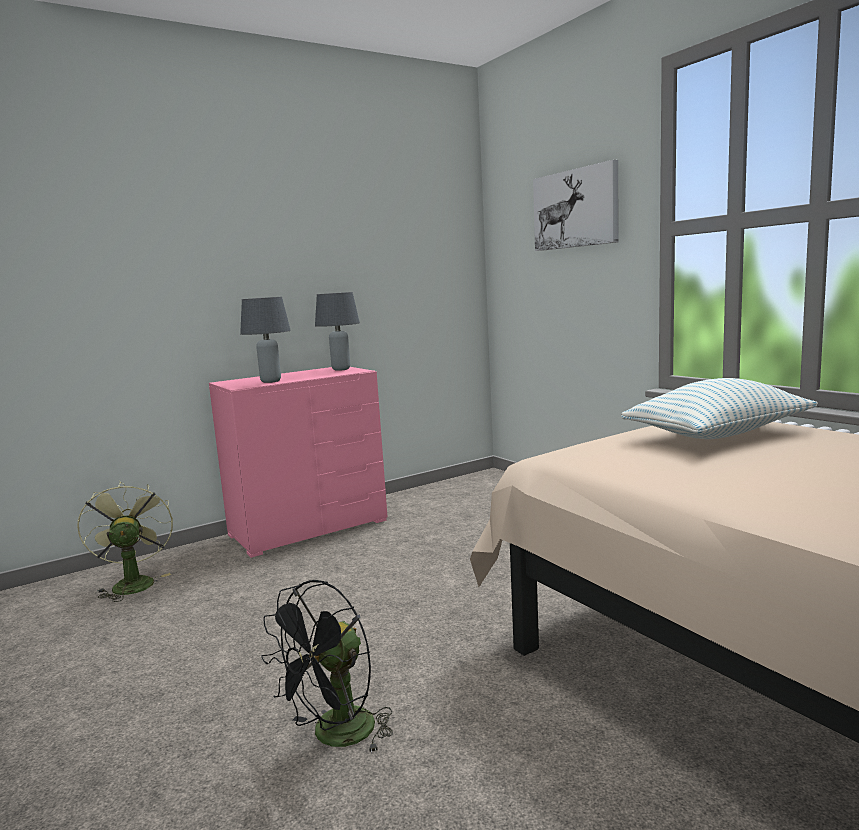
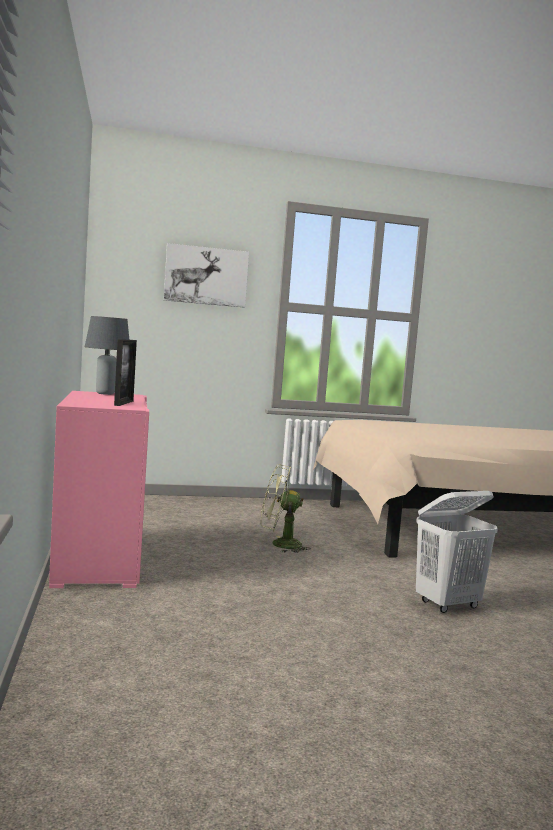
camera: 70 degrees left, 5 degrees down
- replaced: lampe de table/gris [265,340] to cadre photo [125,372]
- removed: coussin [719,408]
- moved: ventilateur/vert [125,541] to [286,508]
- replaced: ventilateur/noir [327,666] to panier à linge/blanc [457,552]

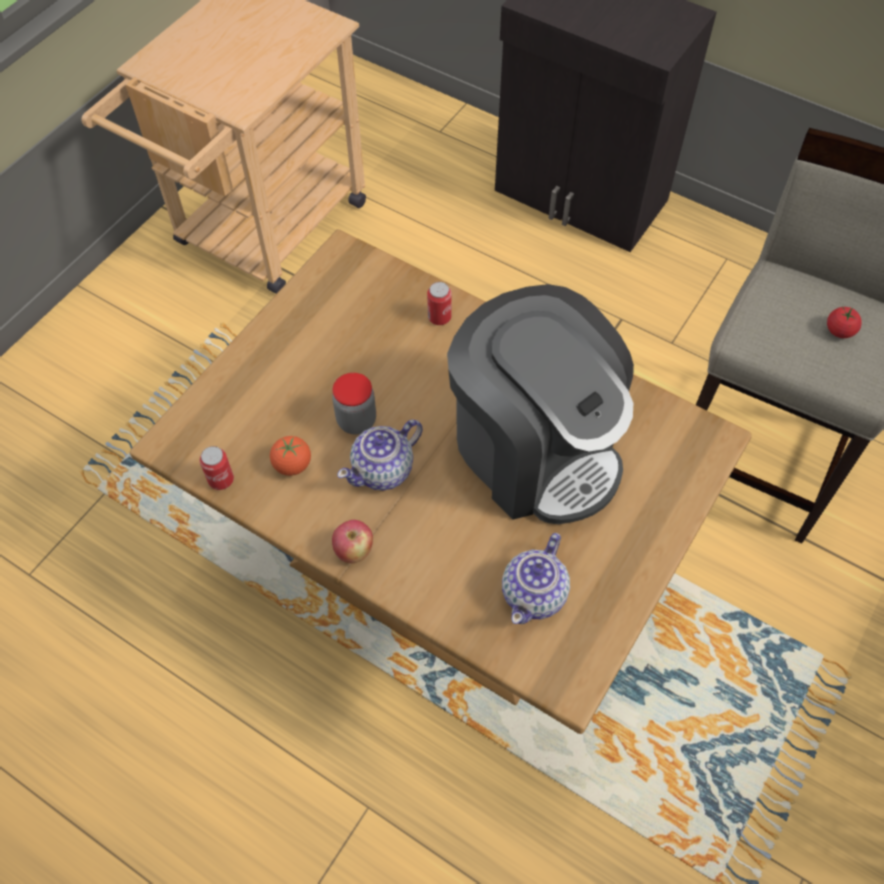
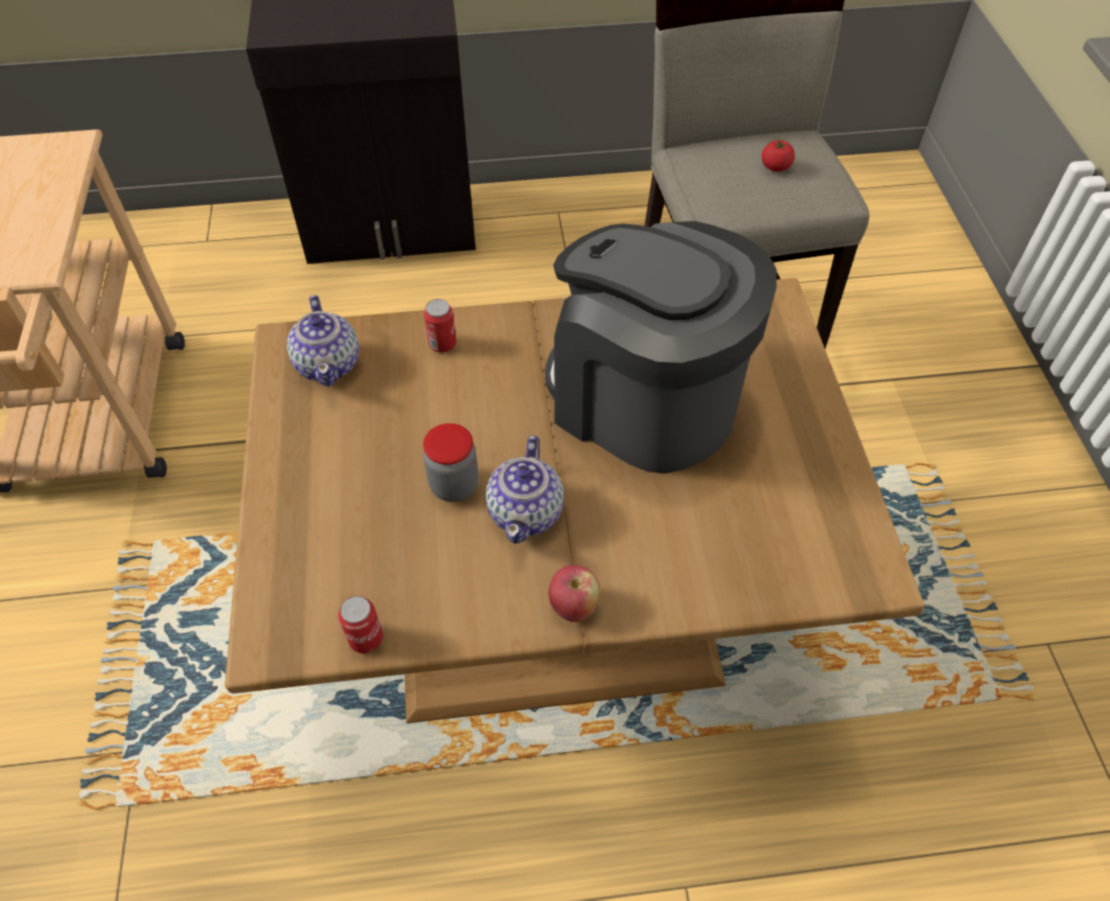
camera: 40 degrees left, 5 degrees down
- turned: machine à café [540,404] = [661,347] 150 degrees counterclockwise
- removed: tomate [290,456]
- moved: théière [536,578] to [323,340]

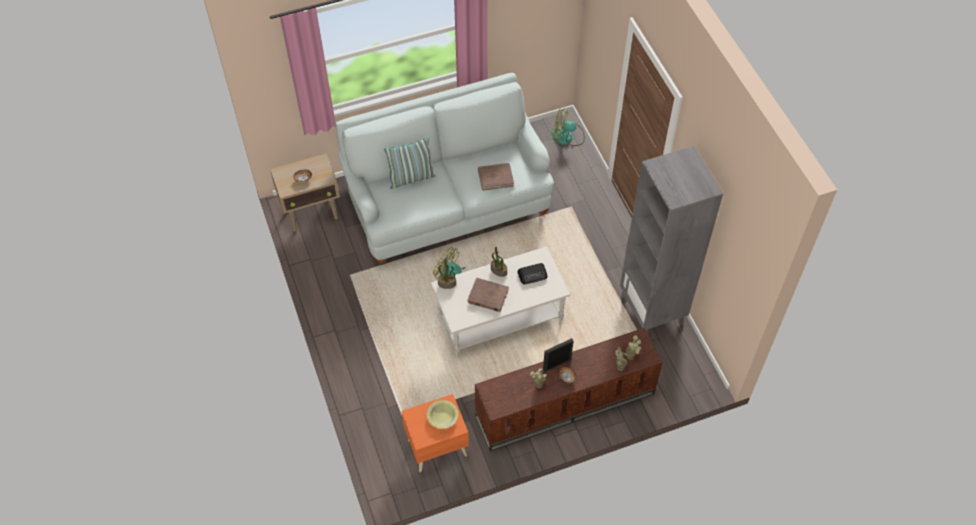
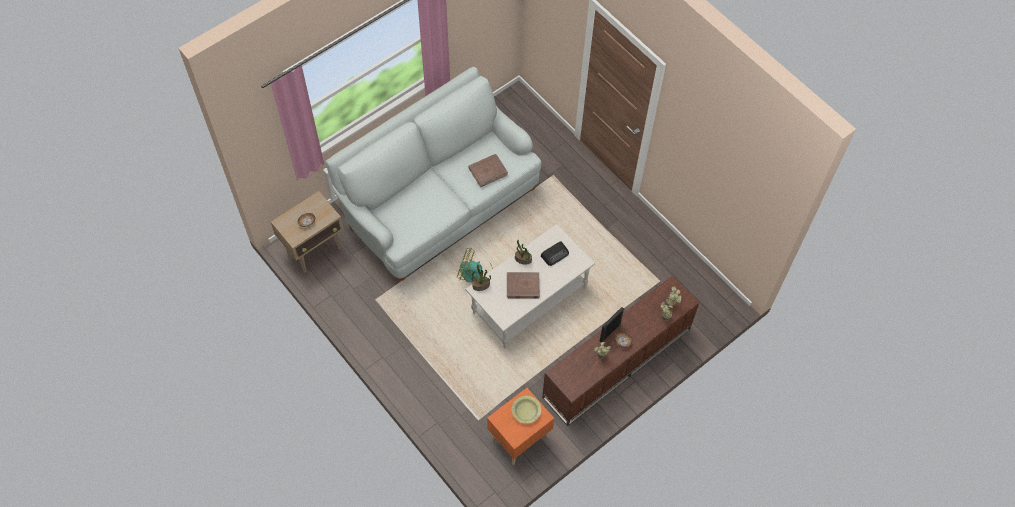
camera: 20 degrees left, 5 degrees up
- removed: ventilateur [568,126]
- removed: coussin [410,163]
- removed: bibliothèque/gris [671,239]

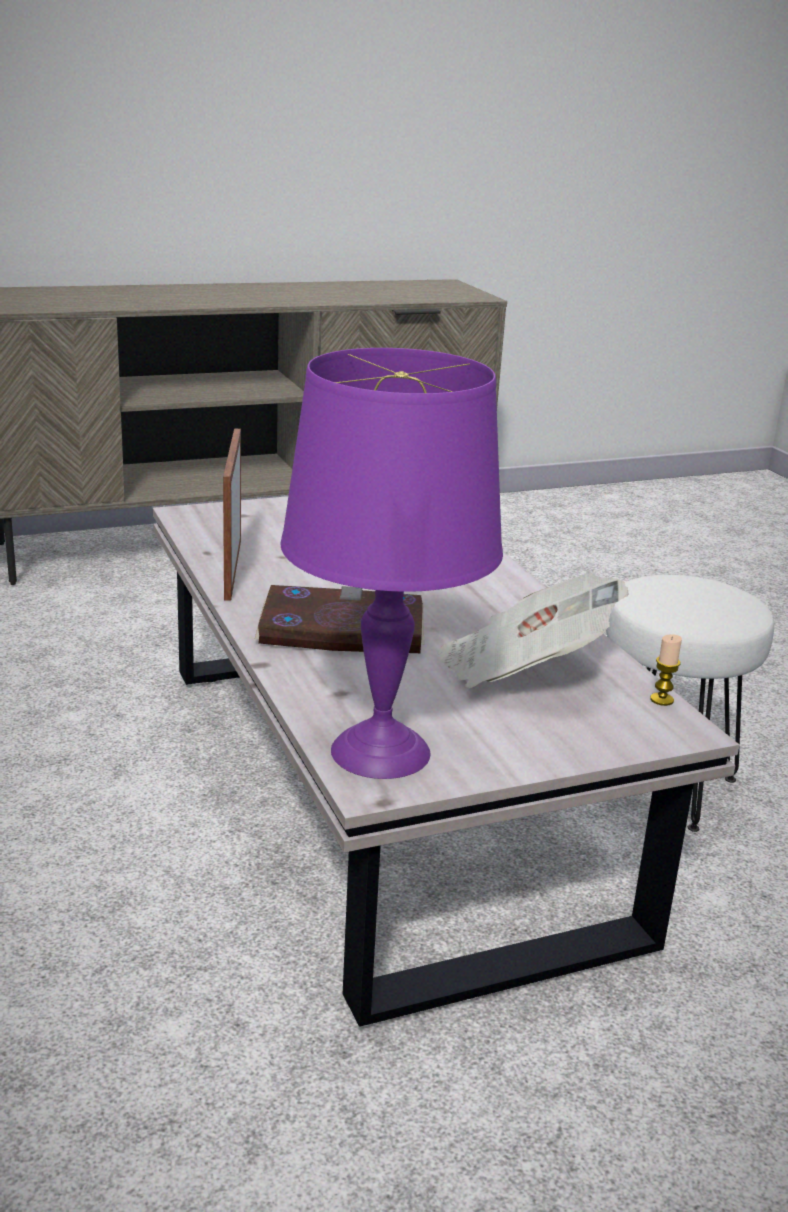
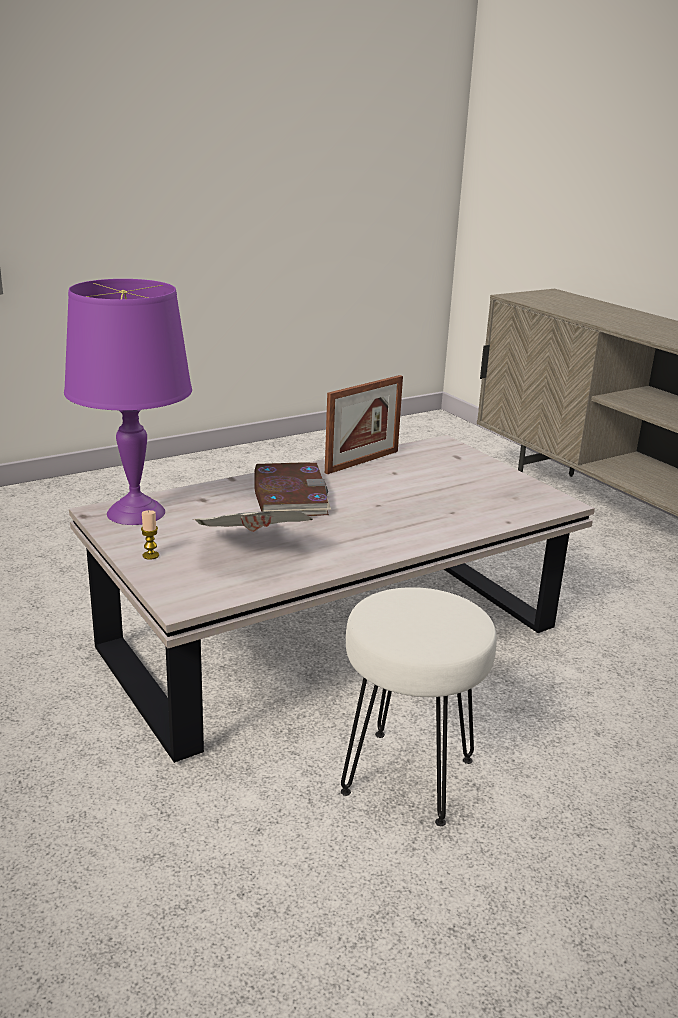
camera: 80 degrees right, 0 degrees up
- turned: cadre photo [232,515] = [364,424] 150 degrees clockwise
- moved: bougie [666,670] to [150,535]

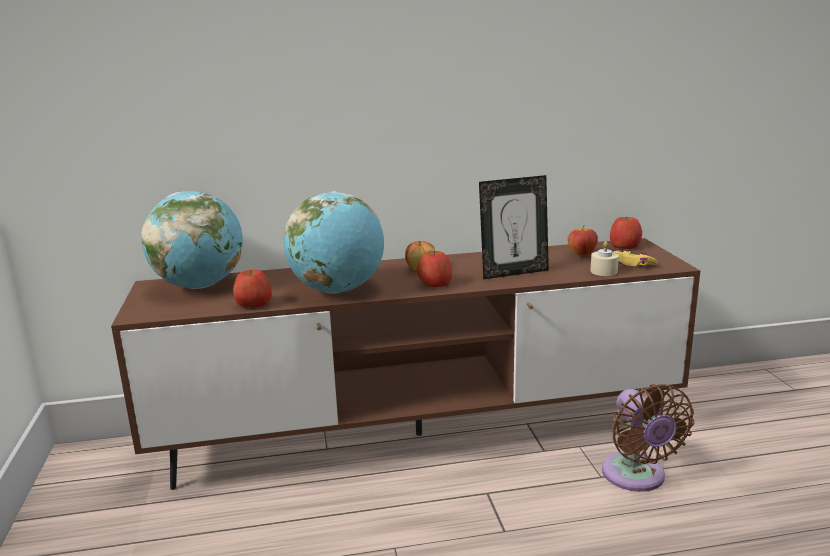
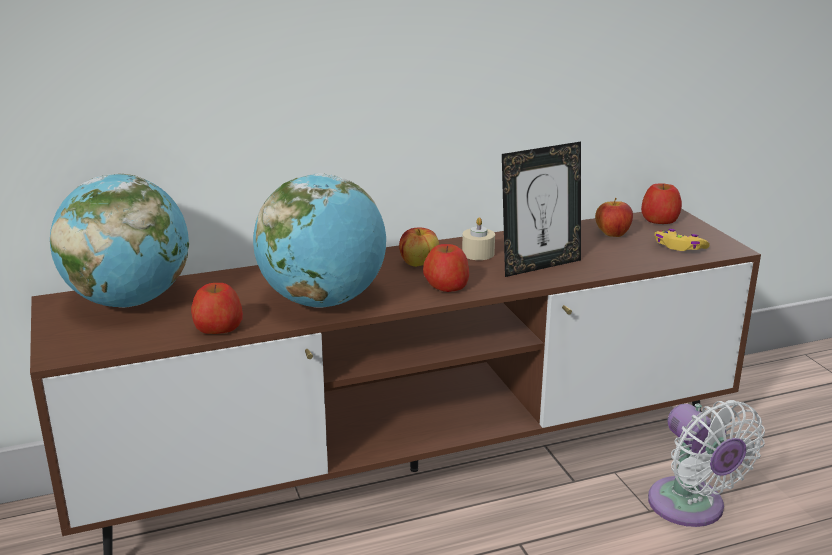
camera: 10 degrees left, 5 degrees up
- moved: bougie/beige [604,258] to [478,238]
- recoloured: ventilateur/marron [648,438] to ventilateur/blanc [706,463]

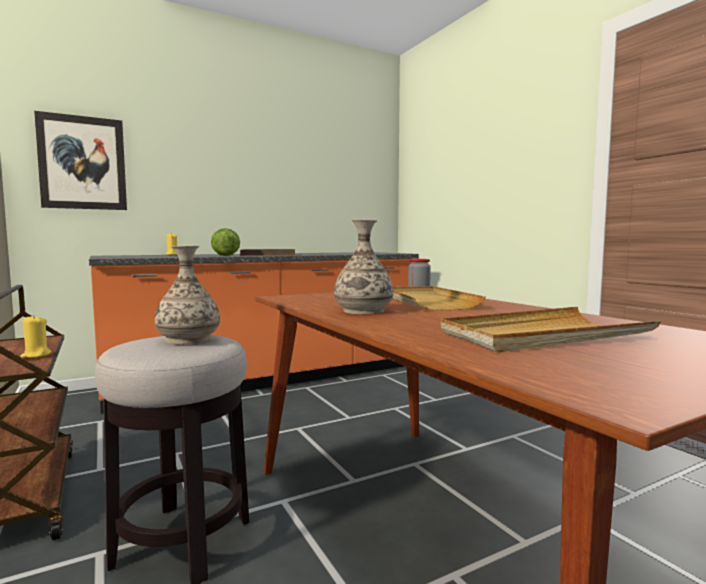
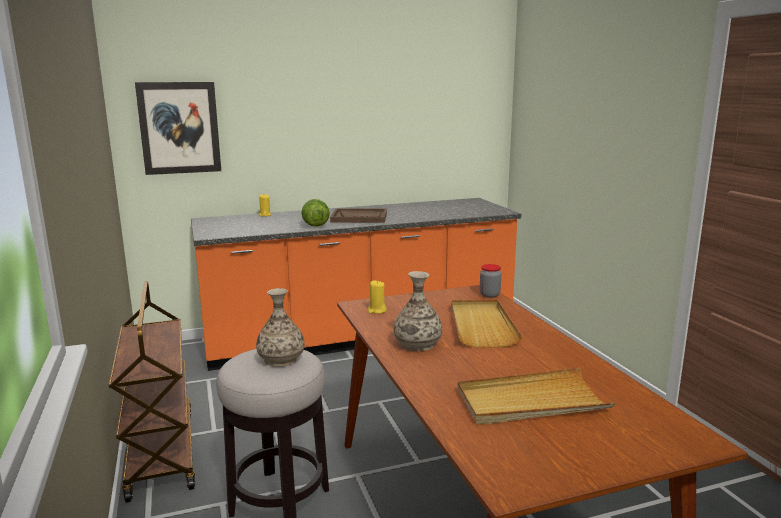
camera: 10 degrees right, 10 degrees up
- moved: bougie/jaune [35,336] to [377,297]

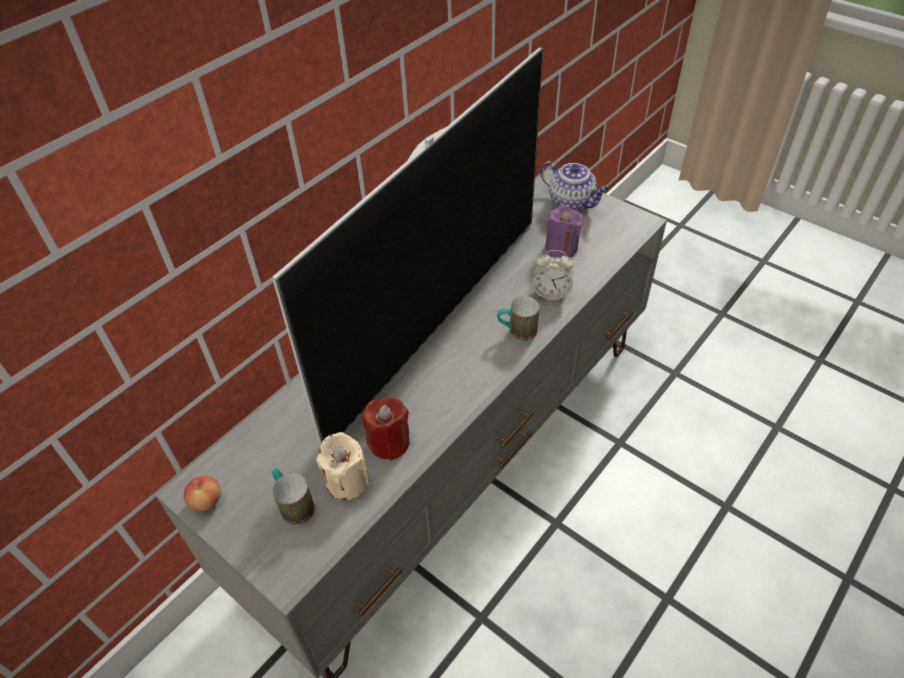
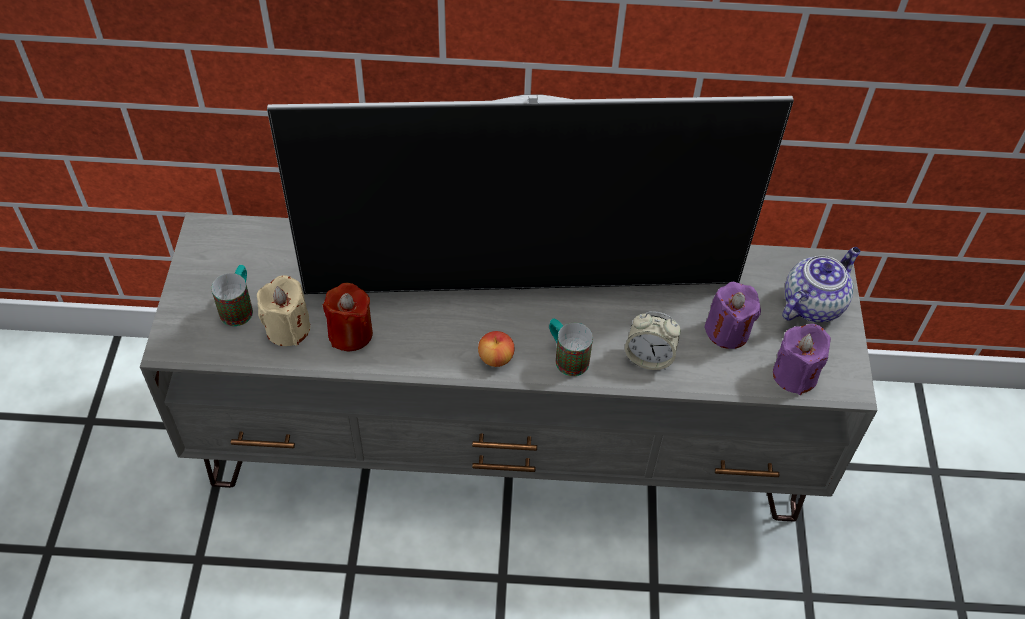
camera: 50 degrees right, 5 degrees up
- turned: théière [574,186] = [821,284] 135 degrees counterclockwise
- turned: réveil [553,275] = [653,340] 45 degrees counterclockwise
- moved: pomme [202,493] to [496,349]
- added: bougie/violet [802,359]

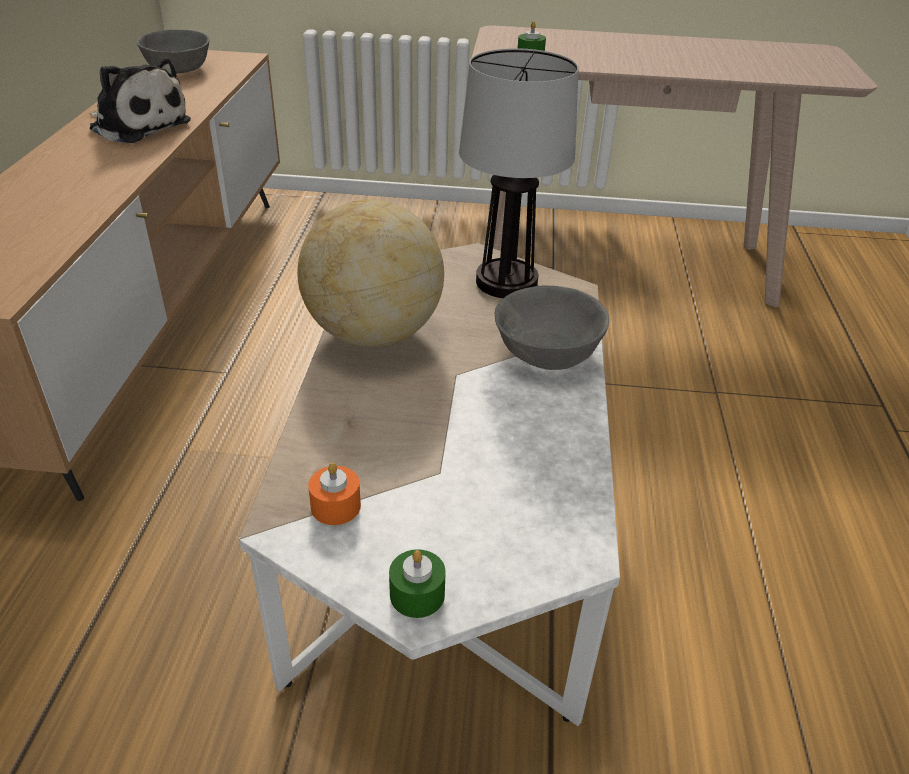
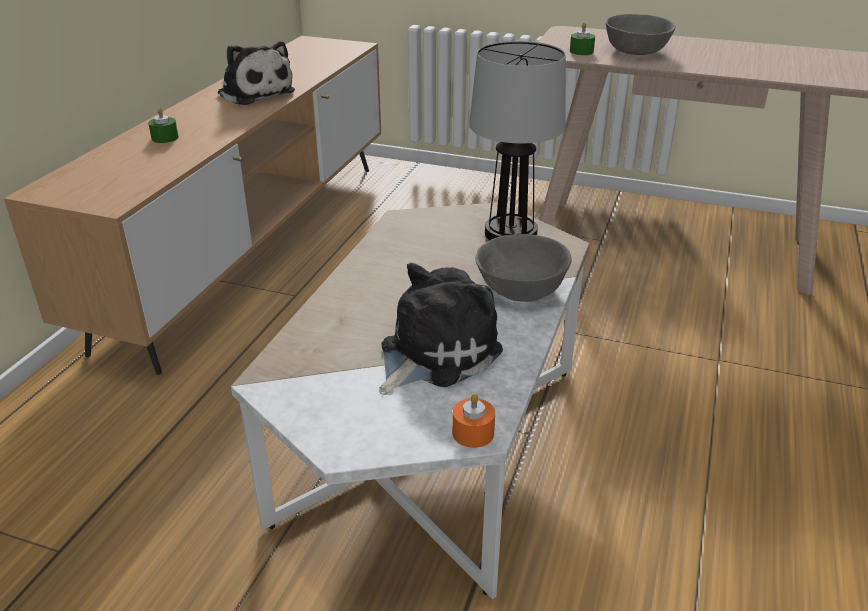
camera: 15 degrees right, 5 degrees down
- moved: bol/gris [173,51] to [640,34]
- removed: globe [370,273]
- moved: bougie/orange [334,494] to [473,420]
- moved: bougie/vert [417,583] to [163,125]
- added: peluche [441,329]

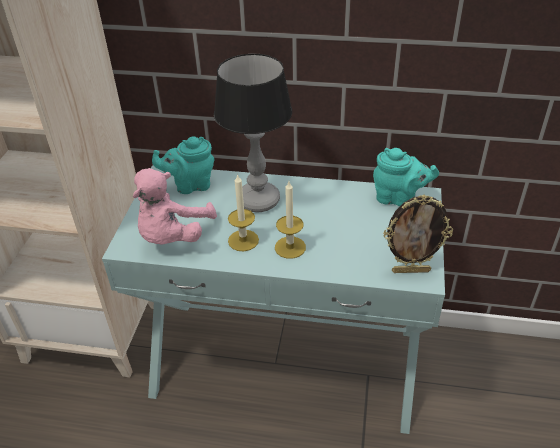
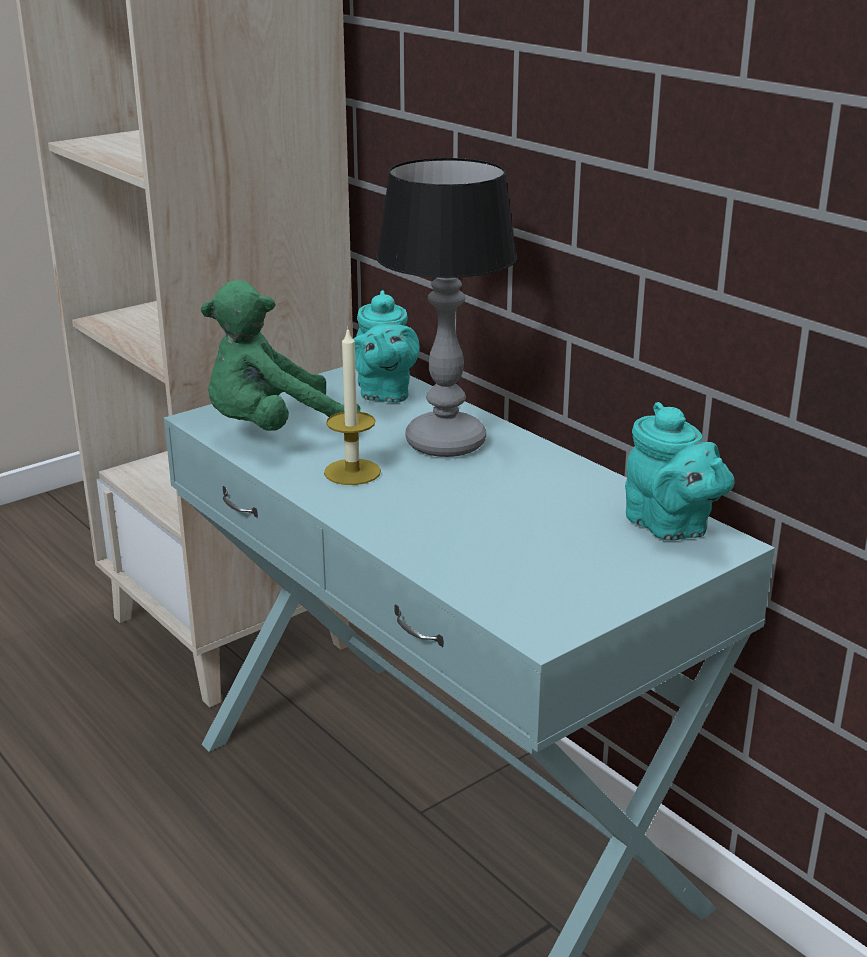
camera: 40 degrees right, 15 degrees down
- turned: théière/turquoise [183,165] = [386,346] 120 degrees counterclockwise
- recoloured: peluche/rose [175,206] to peluche/vert [280,355]
- removed: bougie [290,220]
- removed: cadre photo [418,234]

